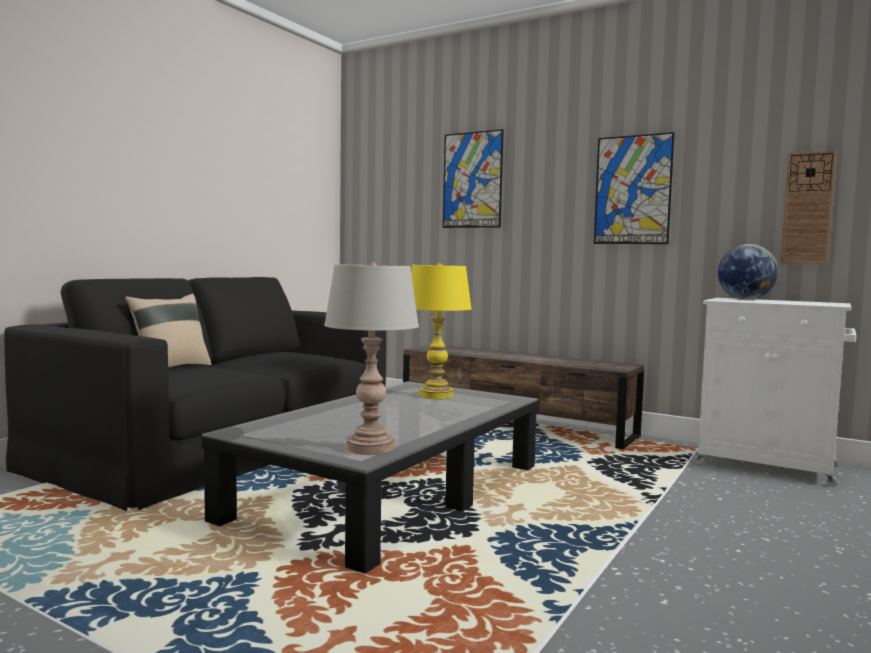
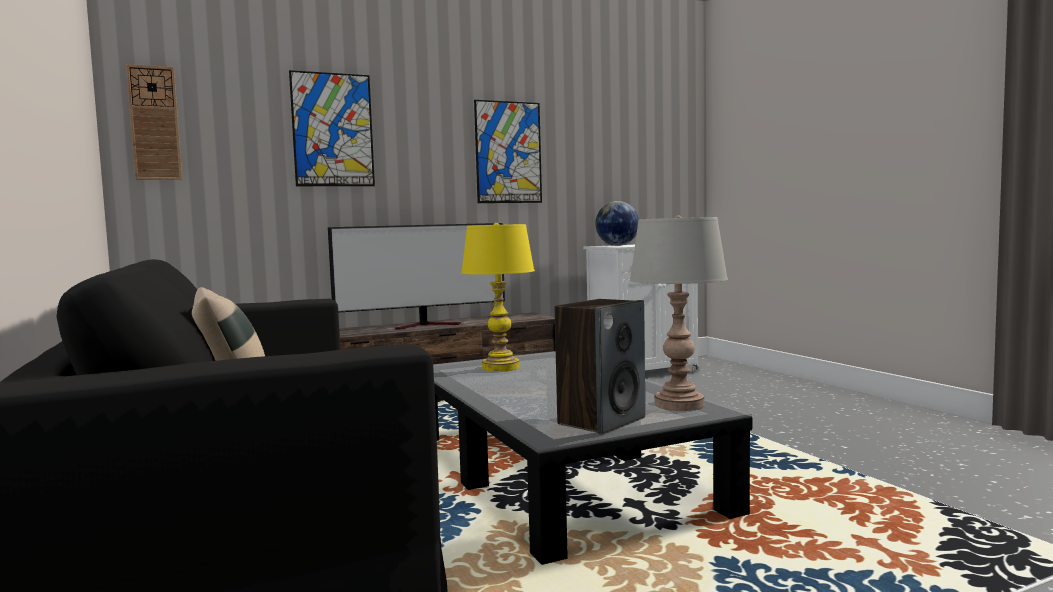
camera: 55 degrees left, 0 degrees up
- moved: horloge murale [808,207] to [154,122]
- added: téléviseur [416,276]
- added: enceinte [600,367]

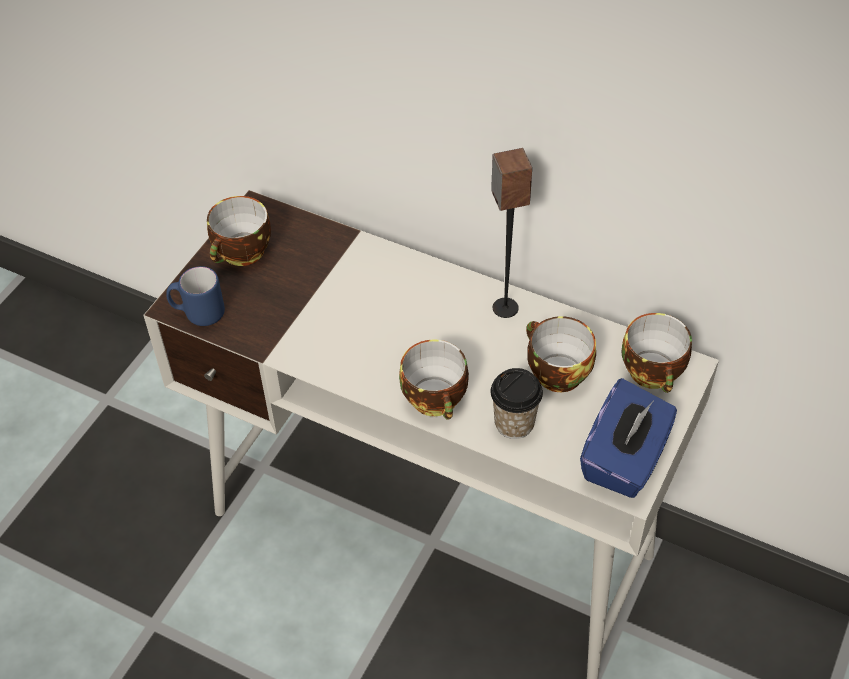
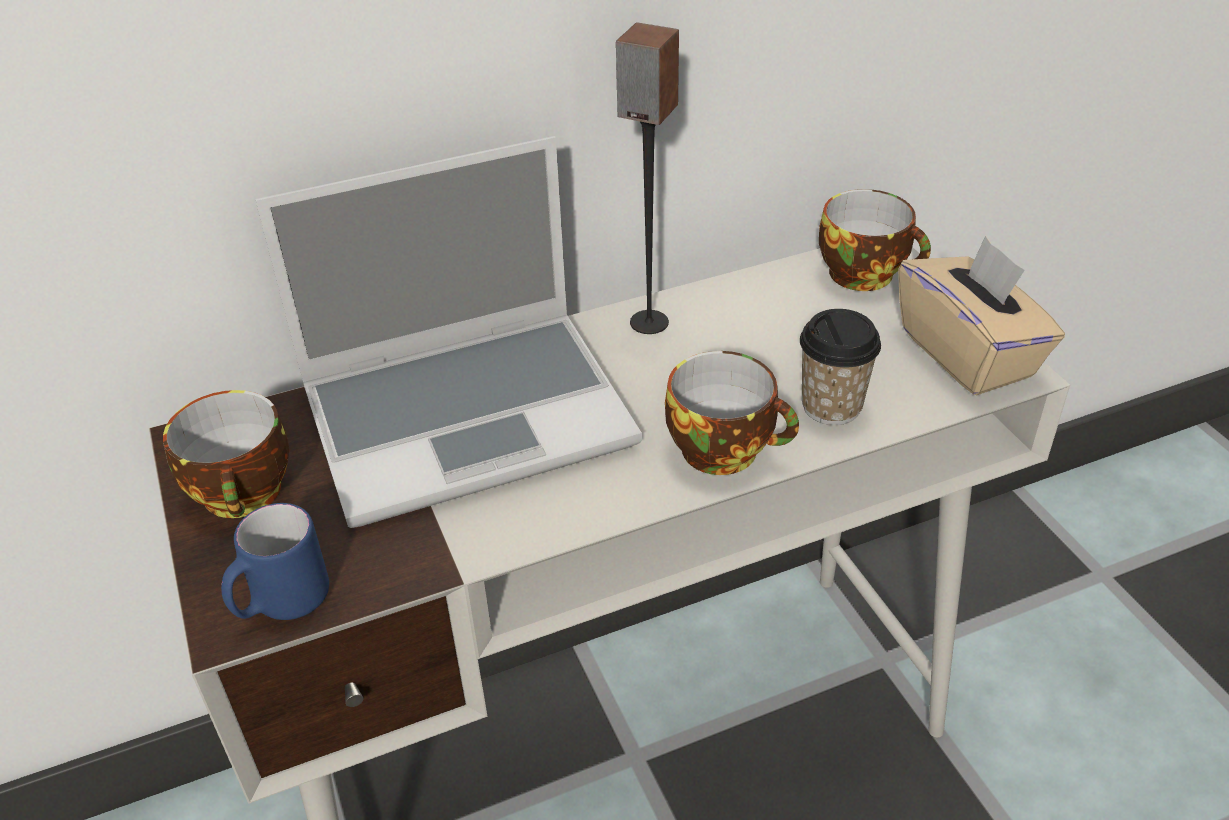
camera: 50 degrees left, 10 degrees down
- removed: tasse [561,354]
- recoloured: boîte à mouchoirs/bleu [628,438] to boîte à mouchoirs/beige [981,315]
- added: ordinateur portable [448,332]

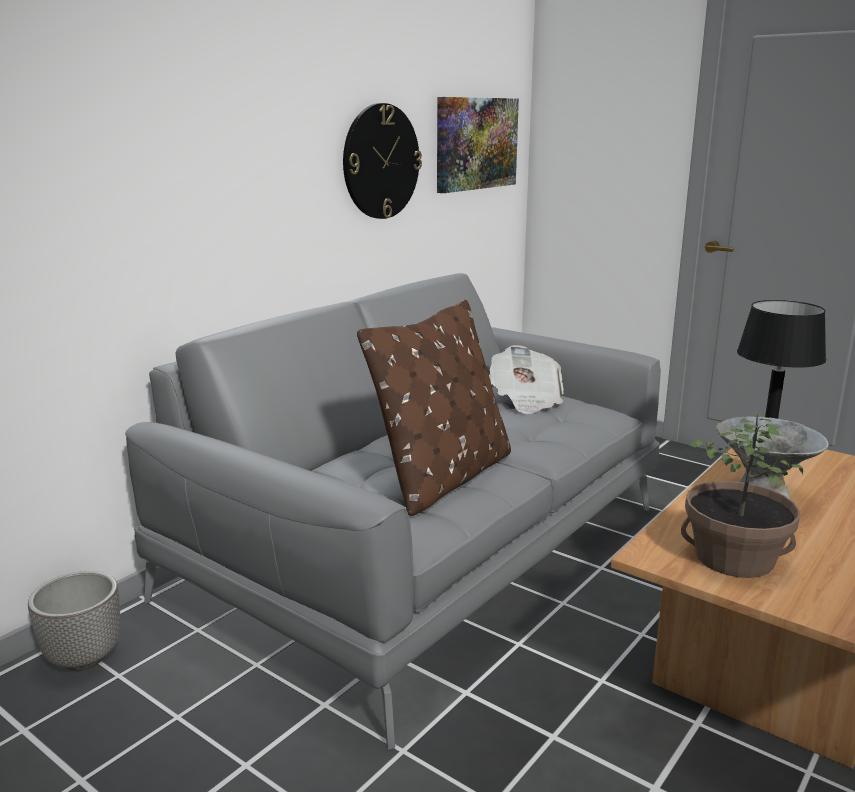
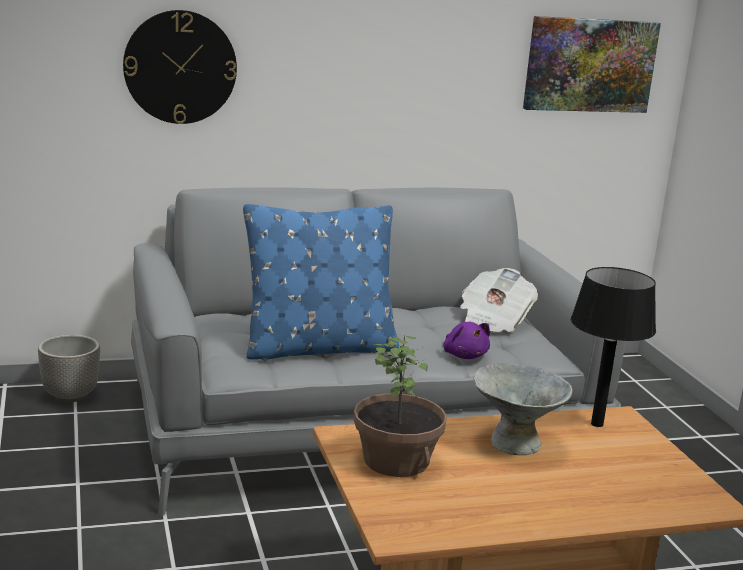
camera: 35 degrees right, 0 degrees up
- moved: horloge murale [382,161] to [180,67]
- recoloured: coussin/marron [434,408] to coussin/bleu [321,282]
- added: peluche/violet [467,340]

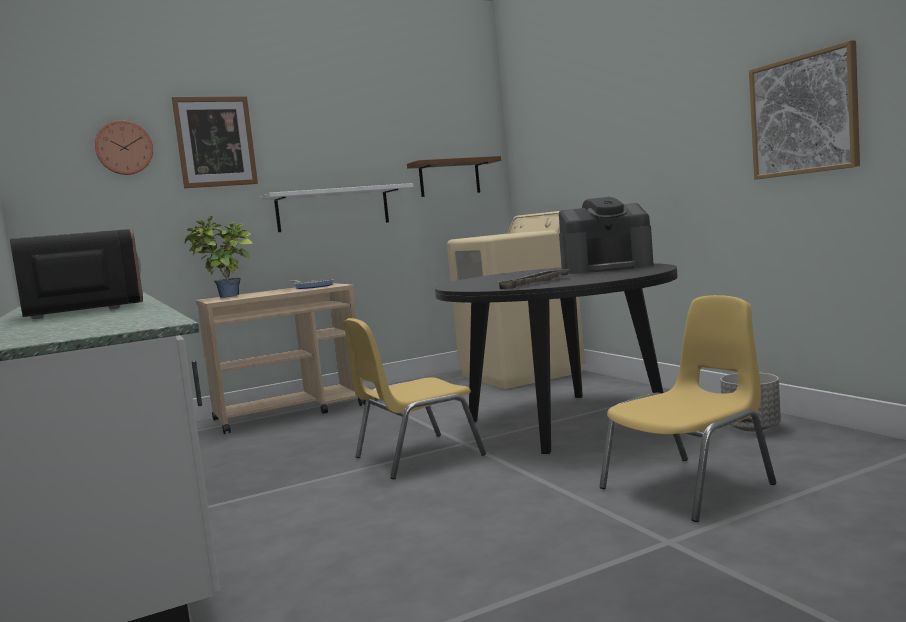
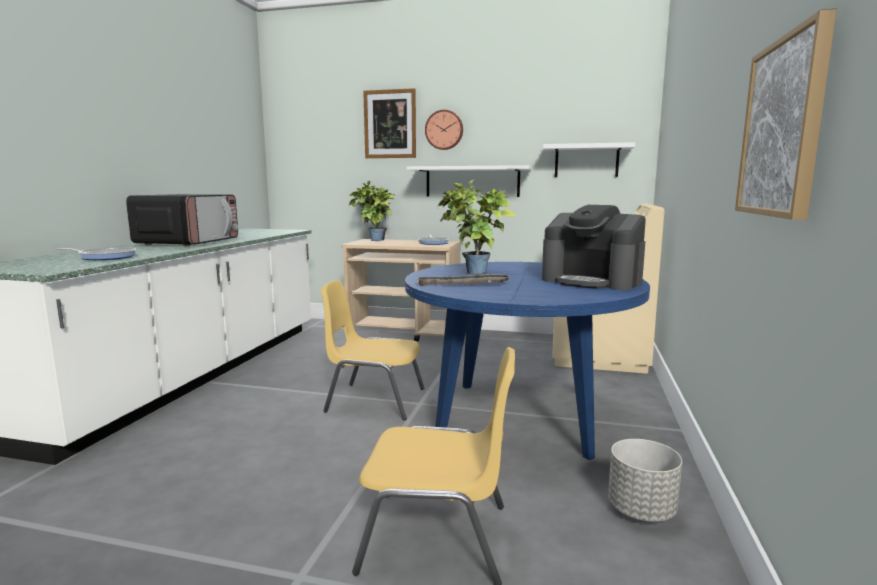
camera: 40 degrees right, 5 degrees up
- moved: horloge murale [124,147] to [444,130]
- recoloured: étagère/marron [454,176] to étagère/blanc [589,159]
- recoloured: table à manger/noir [556,358] to table à manger/bleu [527,361]
- added: plante en pot [477,226]
- added: poêle [97,254]

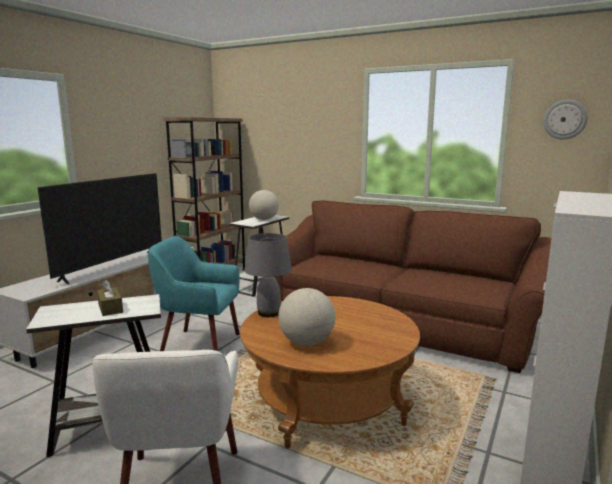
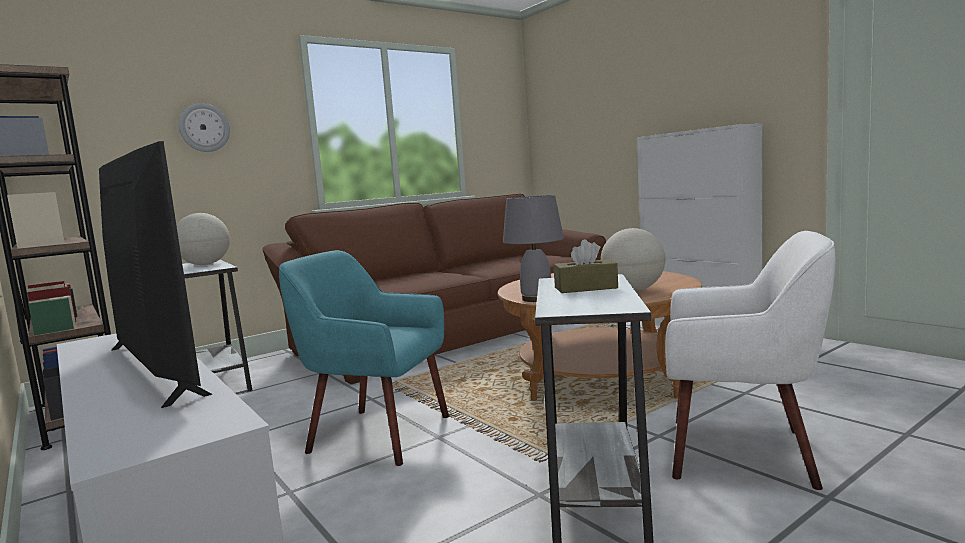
camera: 65 degrees left, 5 degrees down
- moved: horloge murale [566,120] to [204,127]
- turned: fauteuil/turquoise [194,293] = [364,358] 75 degrees clockwise

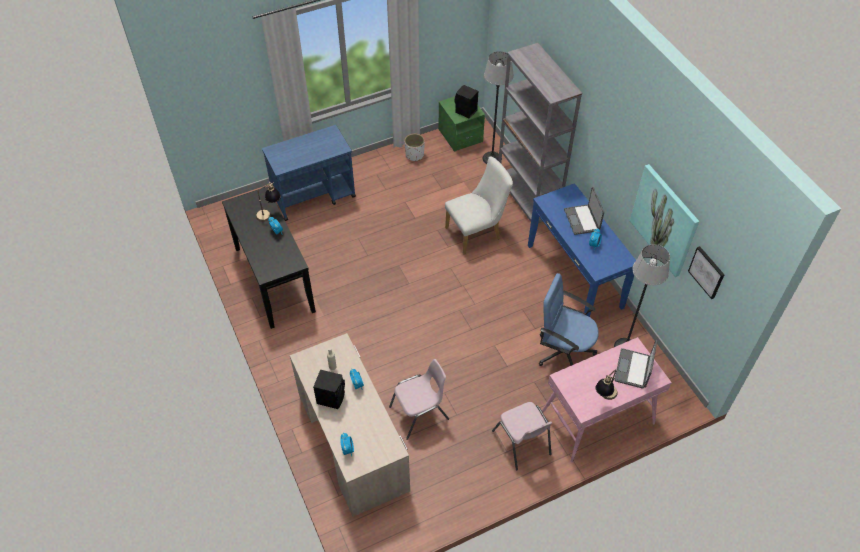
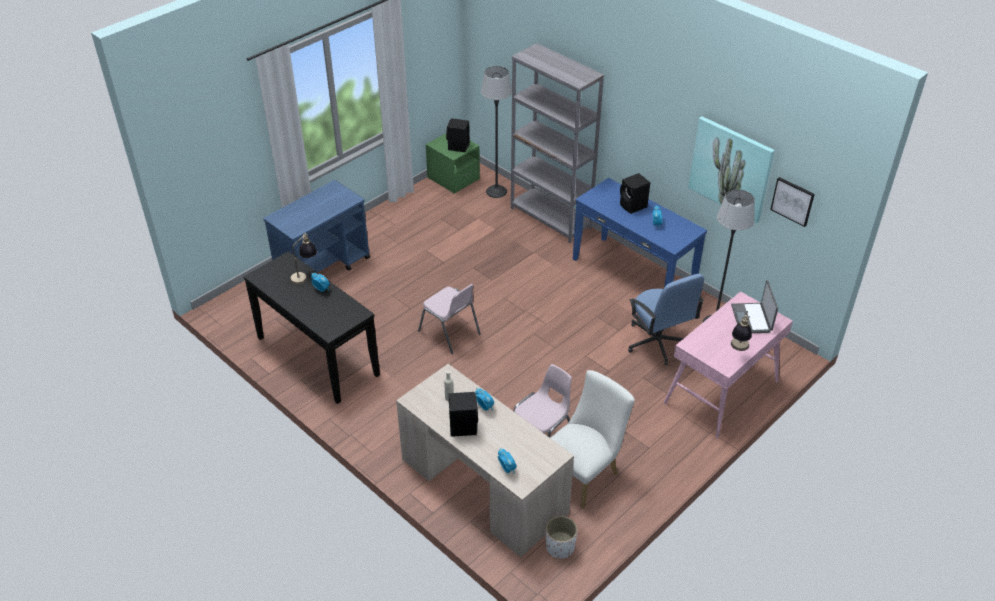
camera: 20 degrees left, 10 degrees down
- moved: cache-pot/blanc [414,147] to [561,537]
- moved: chaise/blanc [479,206] to [593,439]
- replaced: ordinateur portable [584,211] to enceinte/noir [635,193]
- turned: chaise de bureau/bleu [569,319] = [666,319] 120 degrees counterclockwise
- moved: chaise/rose [522,436] to [449,319]

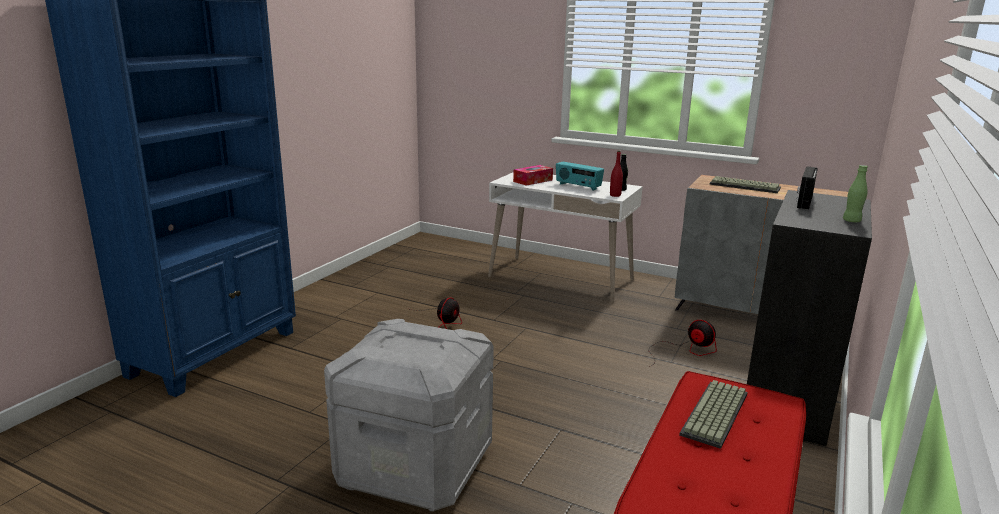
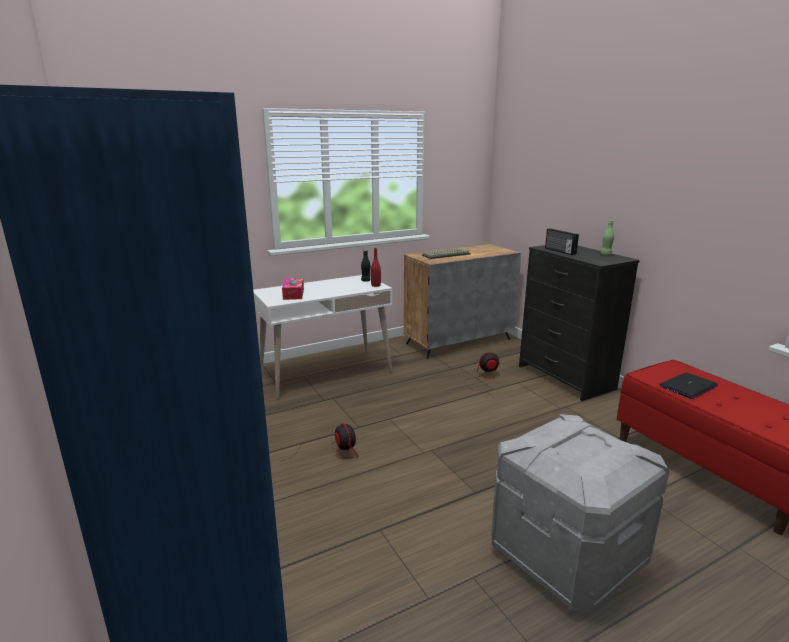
camera: 55 degrees left, 0 degrees up
- removed: radio [580,176]
- replaced: clavier [713,414] to ordinateur portable [688,386]

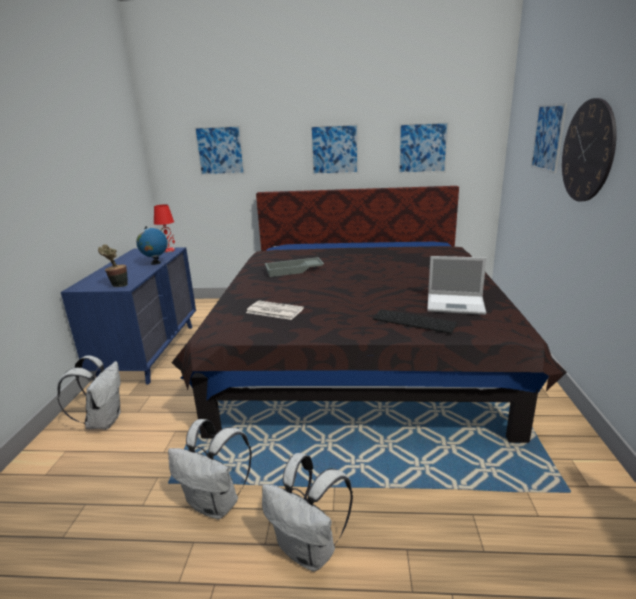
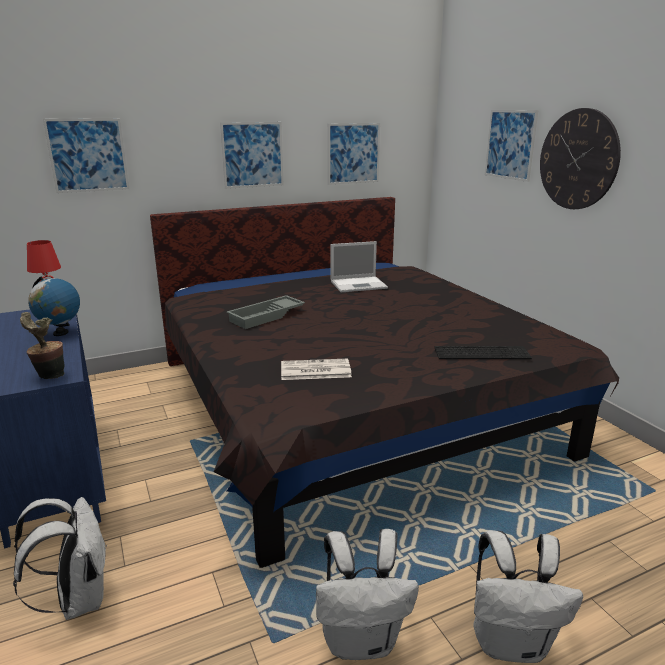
camera: 30 degrees left, 0 degrees up
- moved: ordinateur portable [456,285] to [359,266]

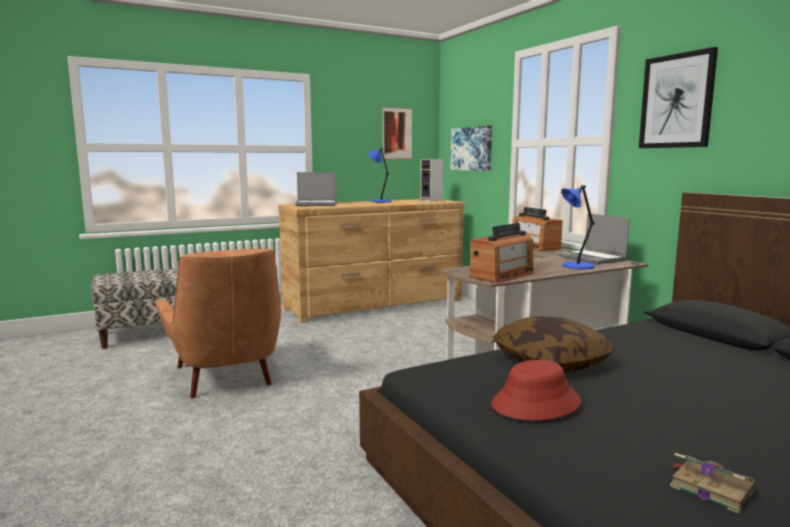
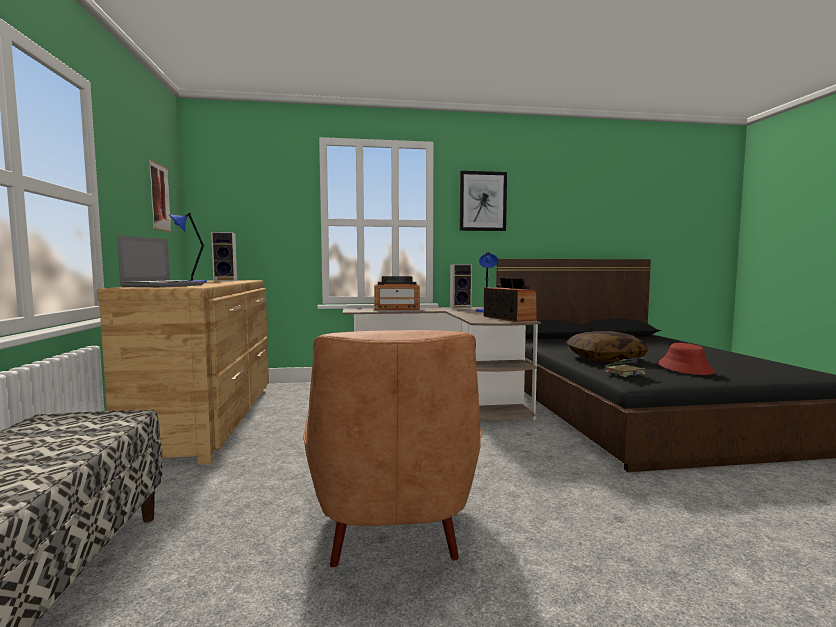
camera: 70 degrees left, 5 degrees down
- removed: tableau [471,148]
- replaced: ordinateur portable [594,238] to enceinte [461,286]
- turned: fauteuil/marron [218,323] = [392,448] 90 degrees clockwise
- moved: livre [712,483] to [624,367]

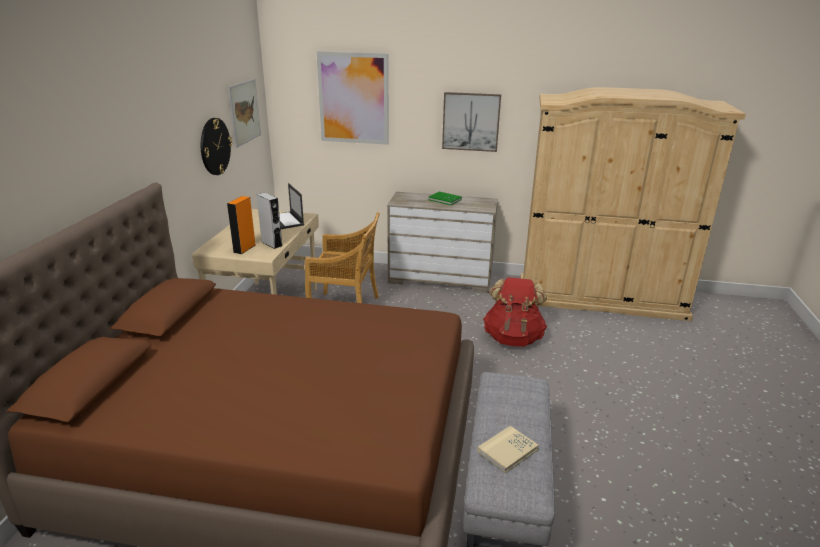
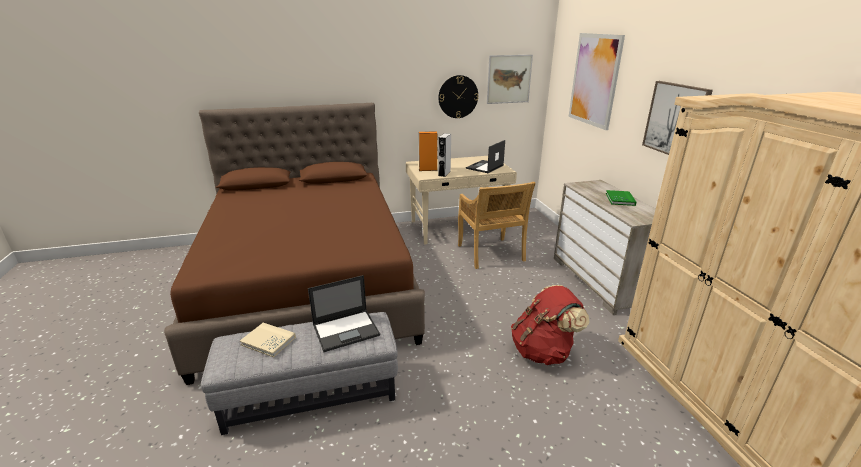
camera: 65 degrees right, 0 degrees up
- added: ordinateur portable [344,313]

